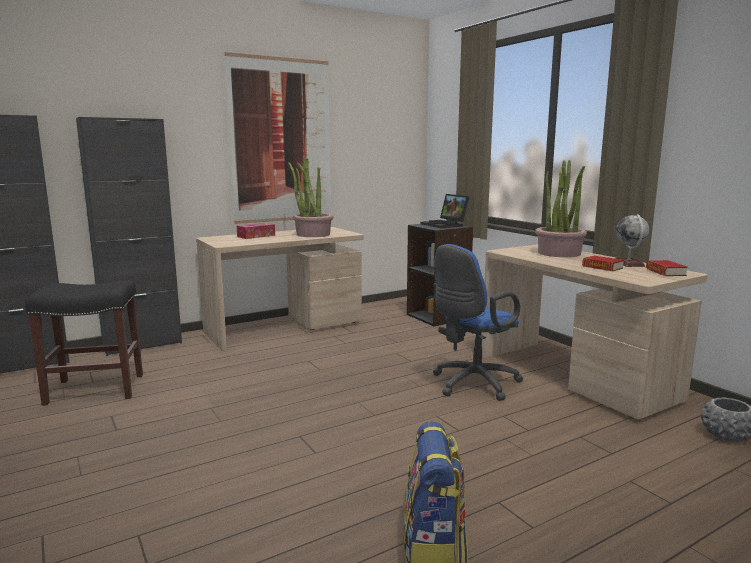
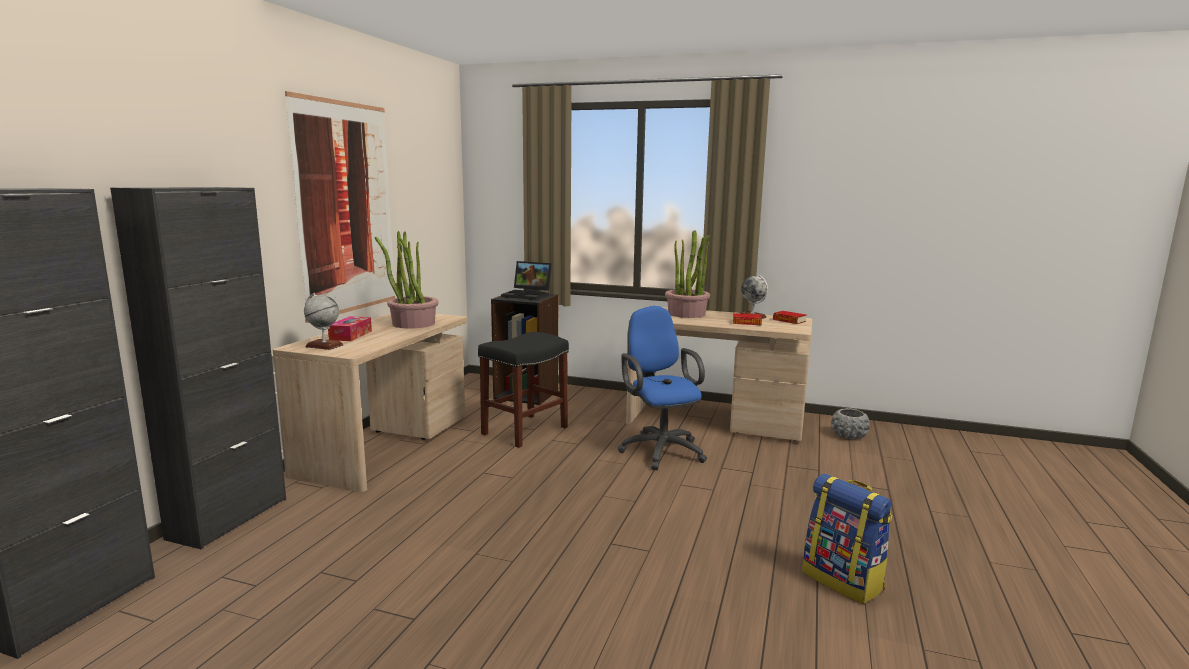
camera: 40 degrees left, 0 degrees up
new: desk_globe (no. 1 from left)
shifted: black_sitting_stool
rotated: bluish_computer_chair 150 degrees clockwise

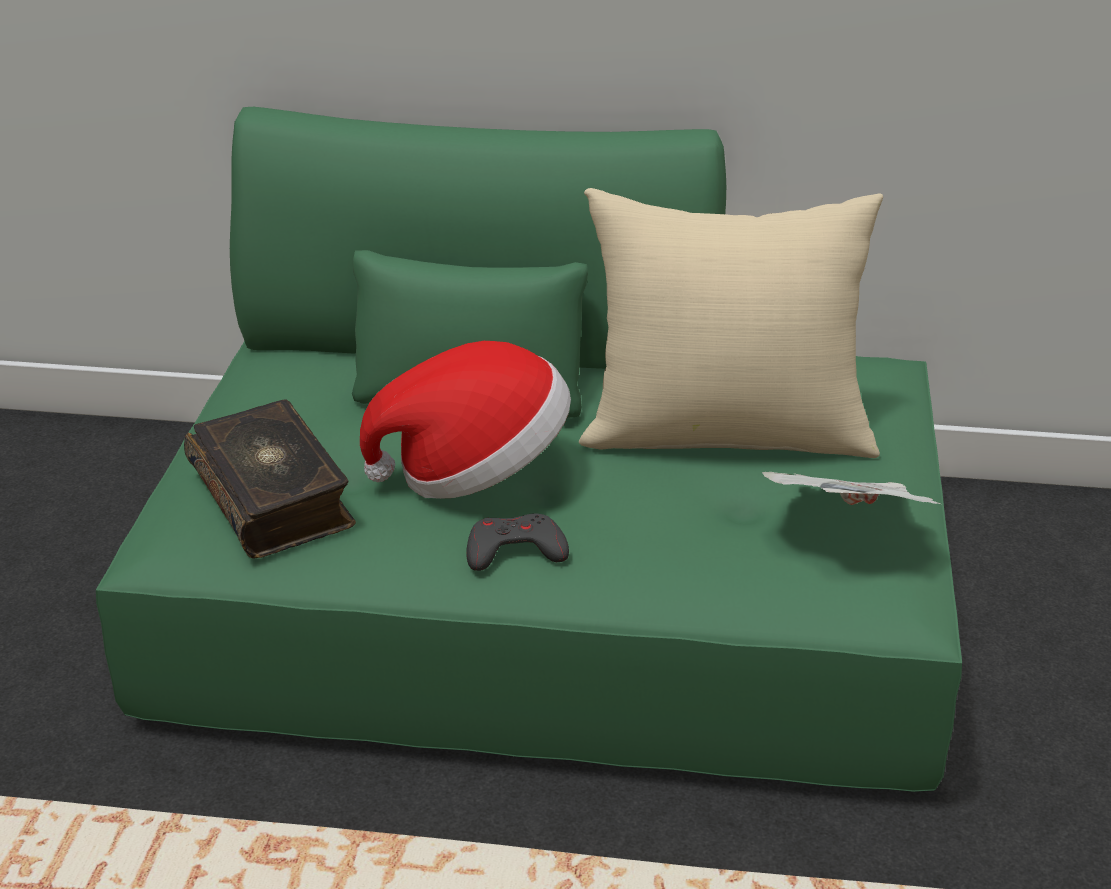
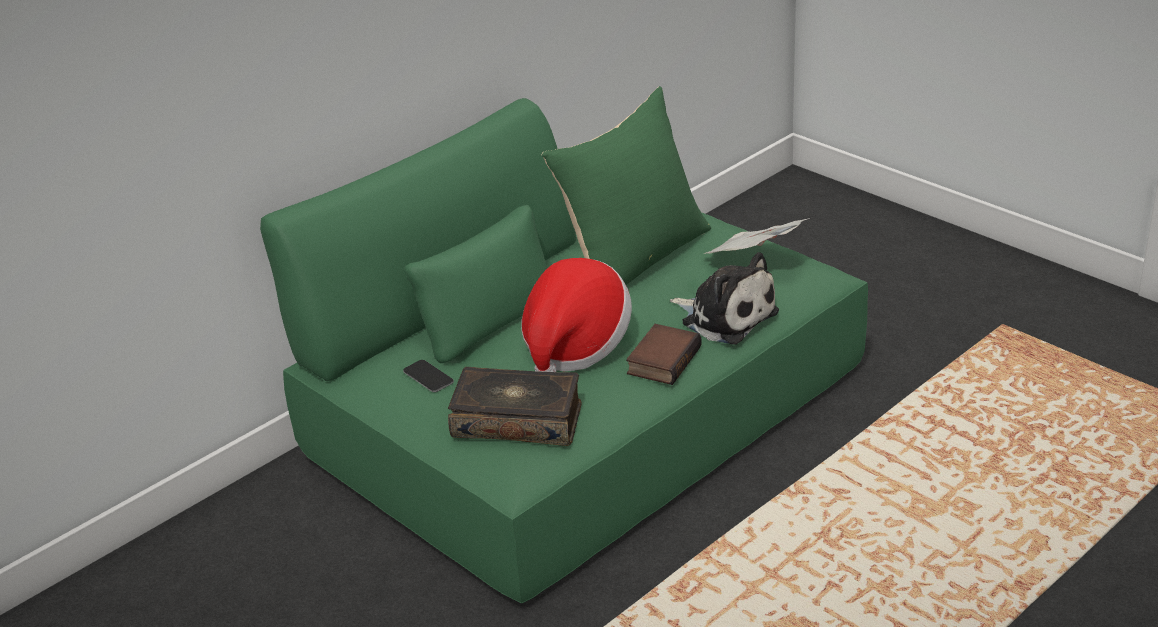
camera: 50 degrees left, 0 degrees up
new: phone; cuddly_toy
swapped: gray_gamepad to bound_book (no. 2 from left)
repainted: beige-coloured_cushion to green_cushion

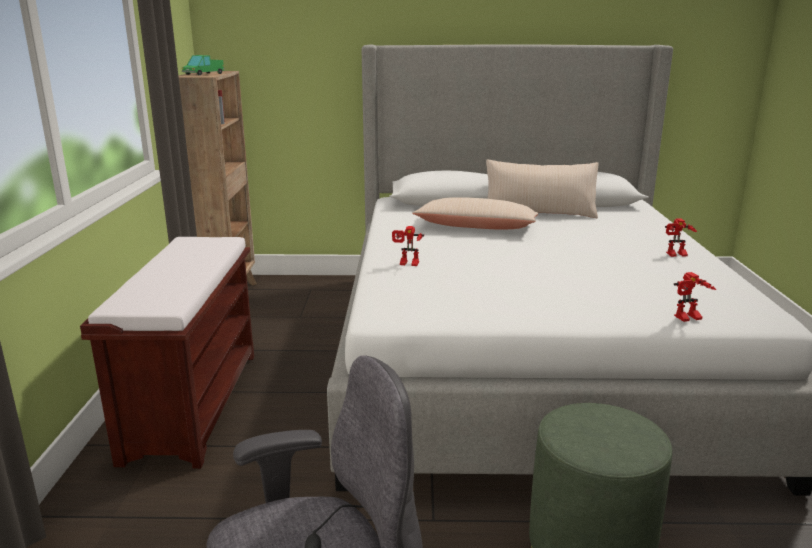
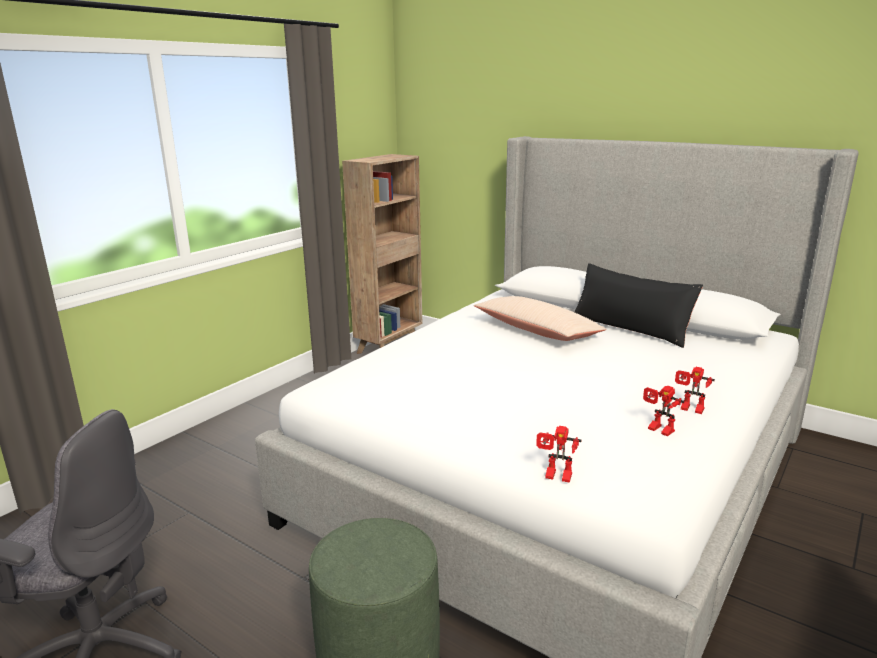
camera: 35 degrees right, 0 degrees up
gone: brown_long_seat; toy_truck
shifted: model_robot (no. 1 from left in the first image) to model_robot (no. 2 from left)
repainted: beige-coloured_cushion (no. 2 from left) to black_cushion

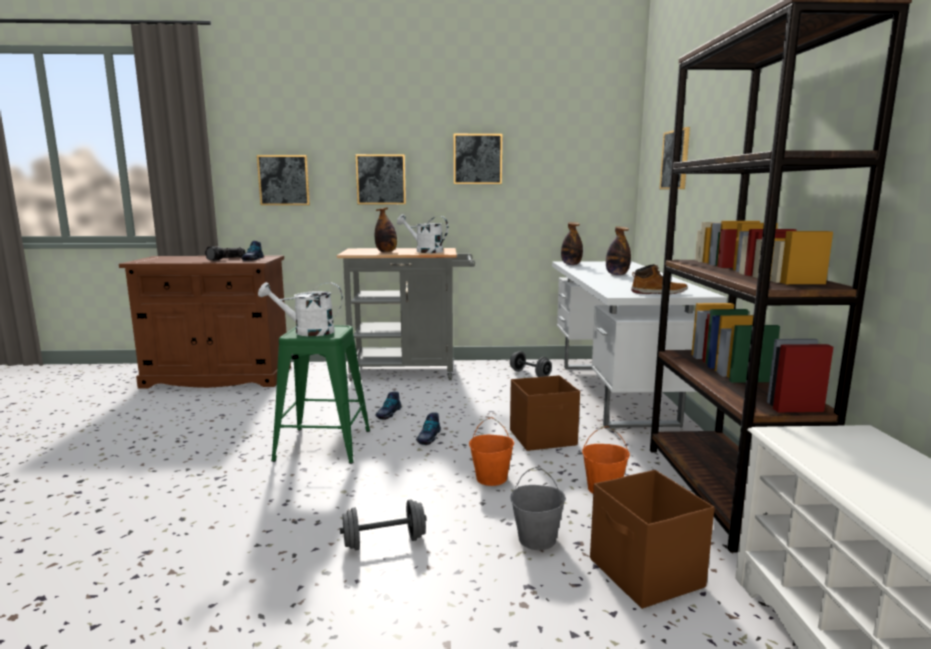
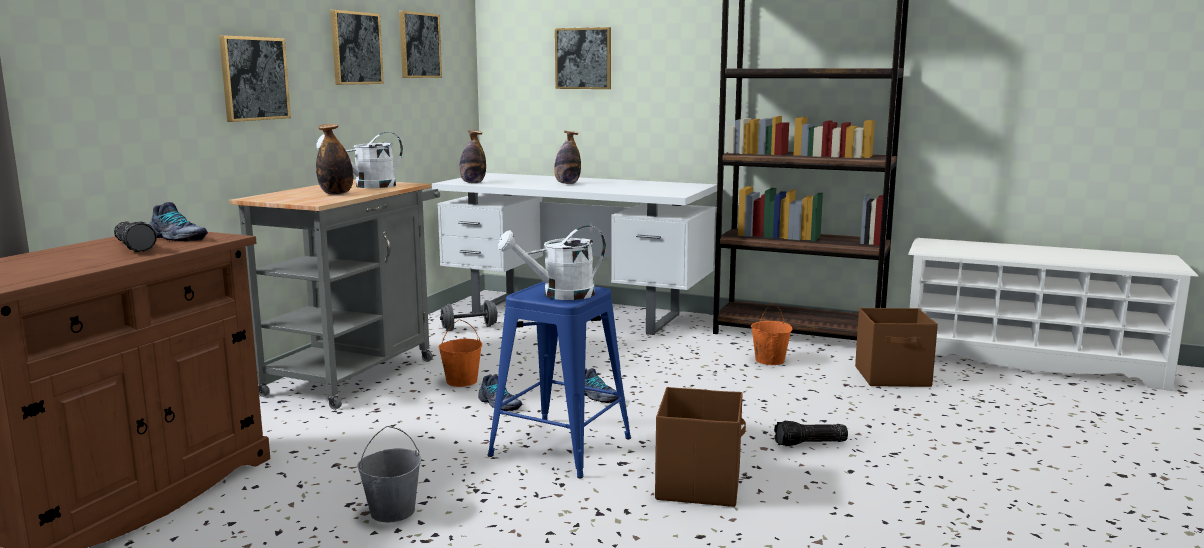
camera: 65 degrees left, 0 degrees up
gone: boot
shifted: picture (no. 1 from left in the first image) to picture (no. 3 from left); orange-coloured_pail (no. 1 from left); brown_storage_bin (no. 1 from left); gray_pail
swapped: gray_dumbbell (no. 1 from left) to torch (no. 2 from left)
repainted: green_sitting_stool to bluish_sitting_stool
rotated: whitish_watering_pot (no. 1 from left in the first image) 45 degrees clockwise

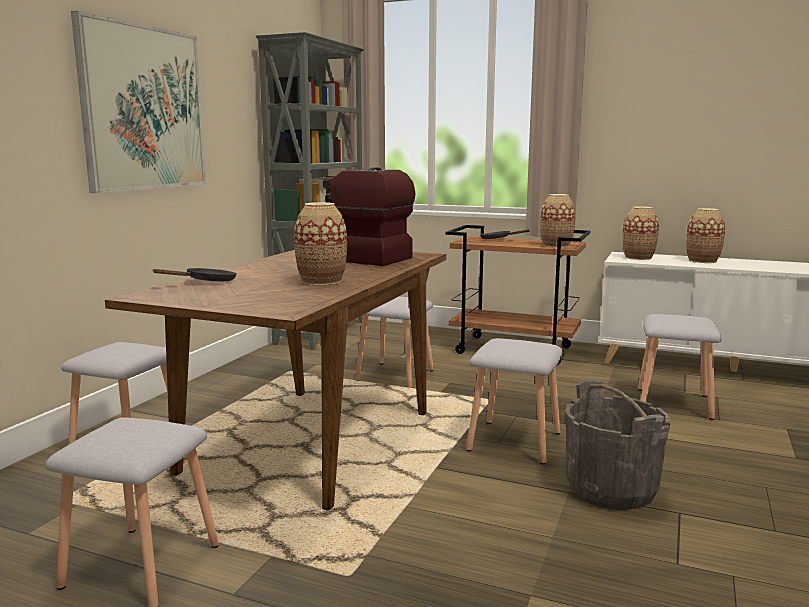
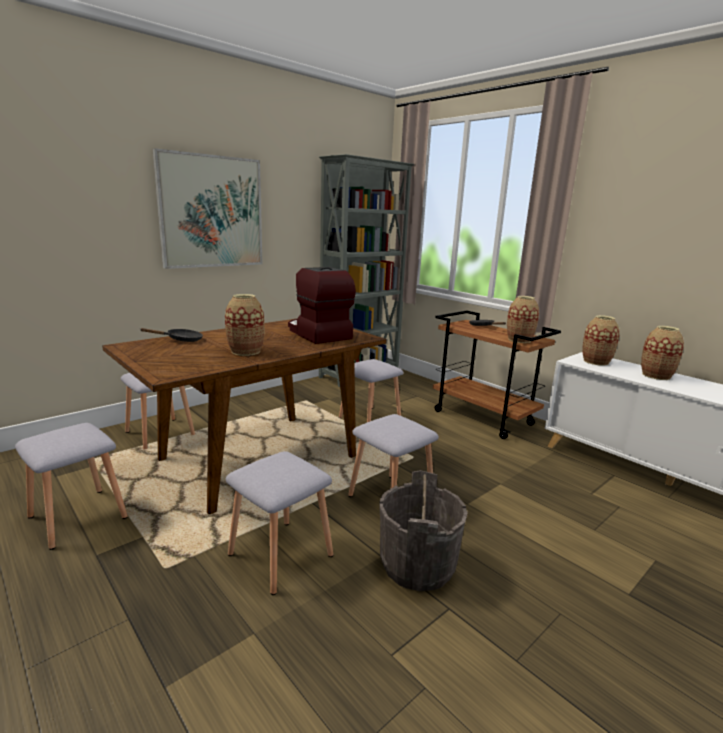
camera: 25 degrees right, 5 degrees up
shifted: gray_sitting_stool (no. 5 from left in the first image) to gray_sitting_stool (no. 3 from left)

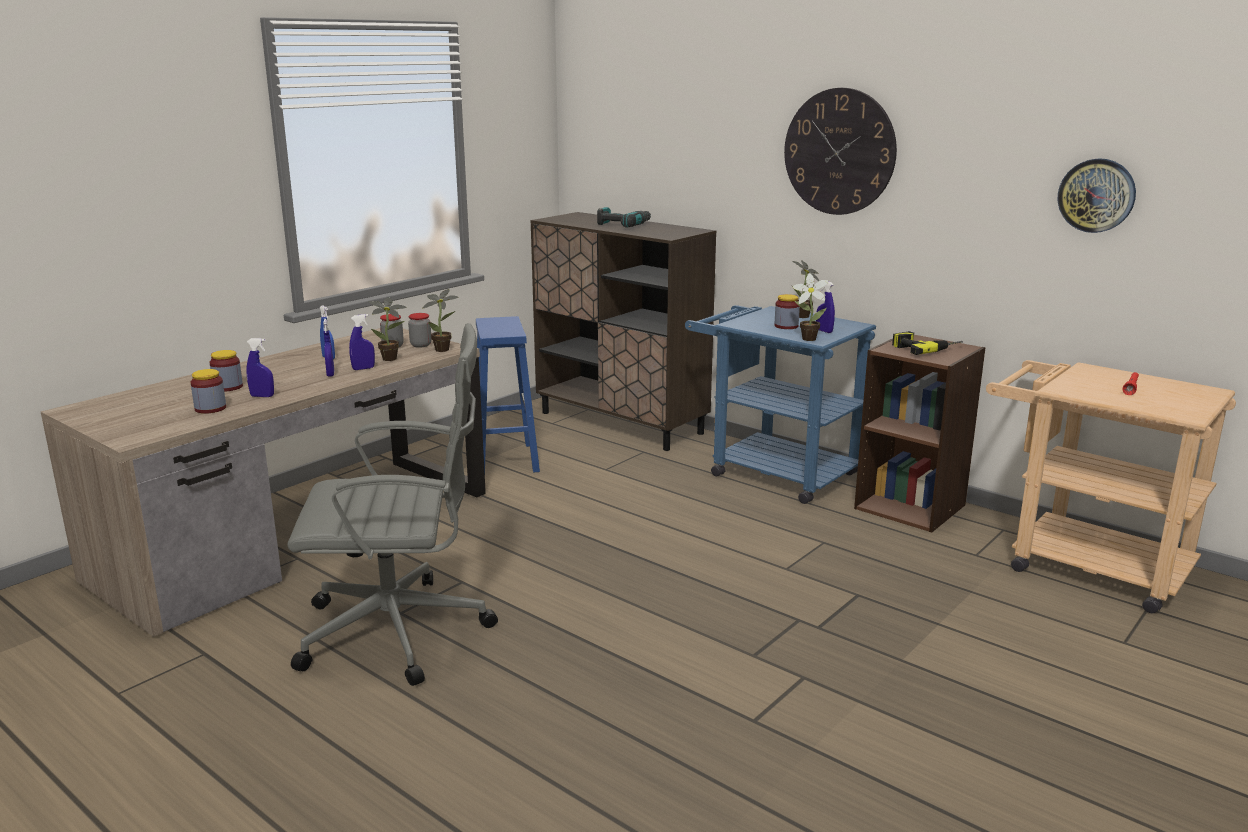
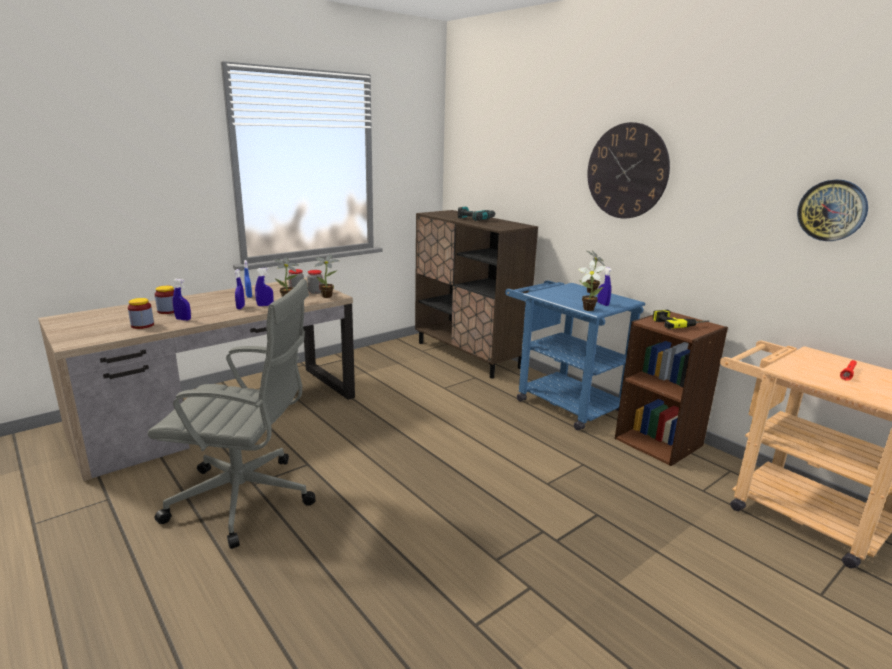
camera: 10 degrees right, 0 degrees up
gone: bluish_sitting_stool; jar (no. 5 from left)

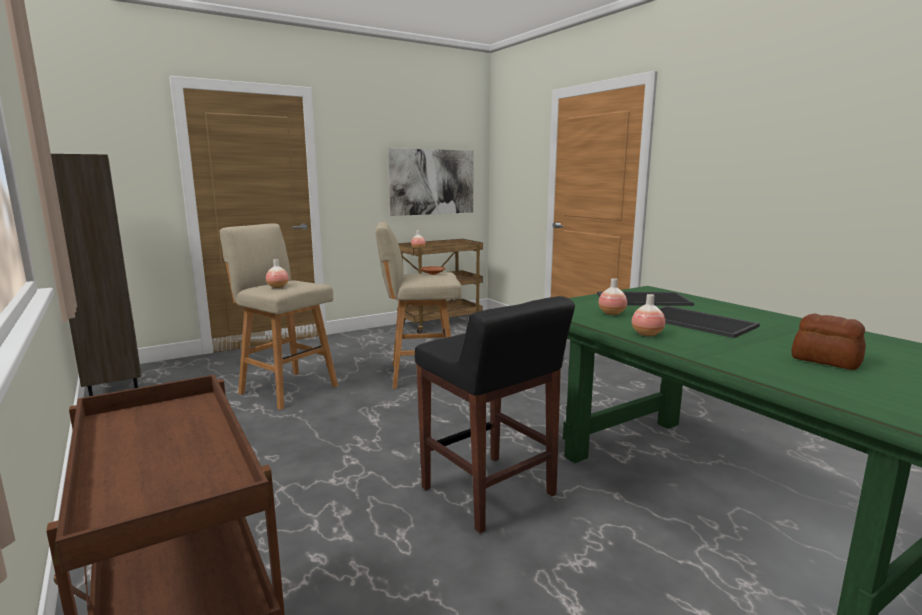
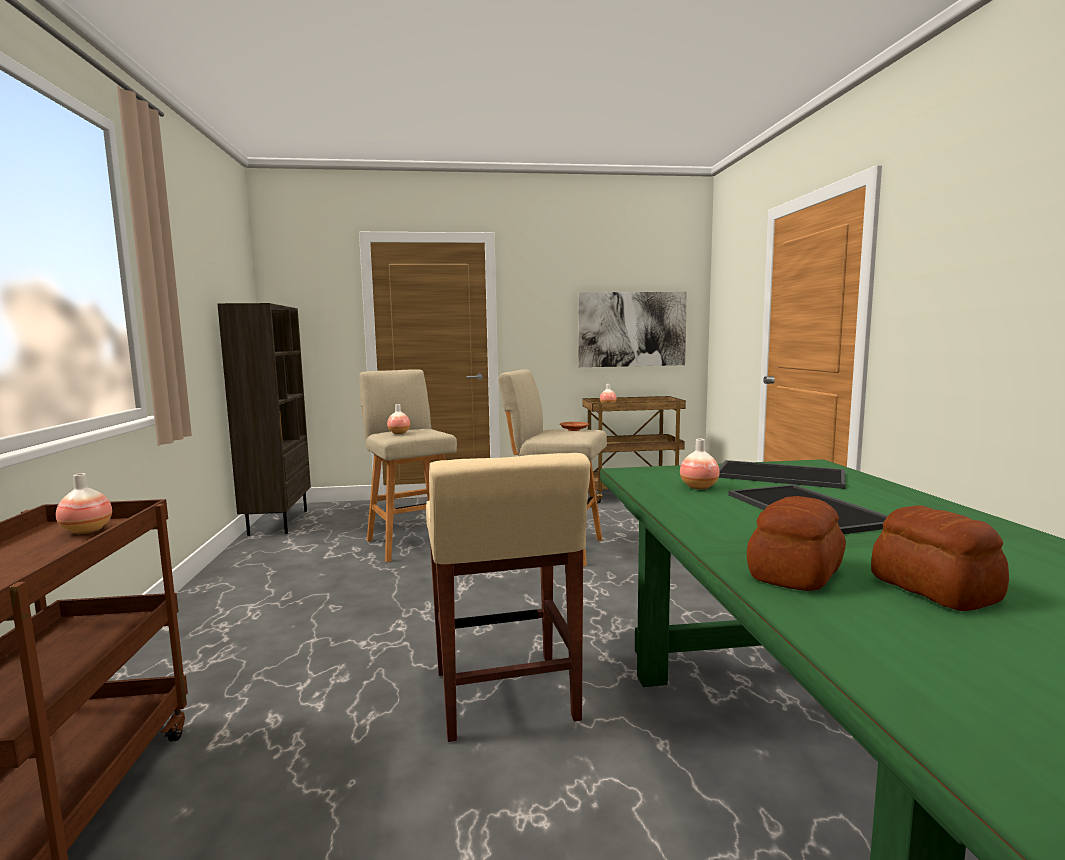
camera: 25 degrees right, 5 degrees down
new: baked_bread (no. 1 from left)
shifted: decorative_vase (no. 4 from left in the first image) to decorative_vase (no. 1 from left)
repainted: black_sitting_stool to beige-coloured_sitting_stool (no. 2 from left)

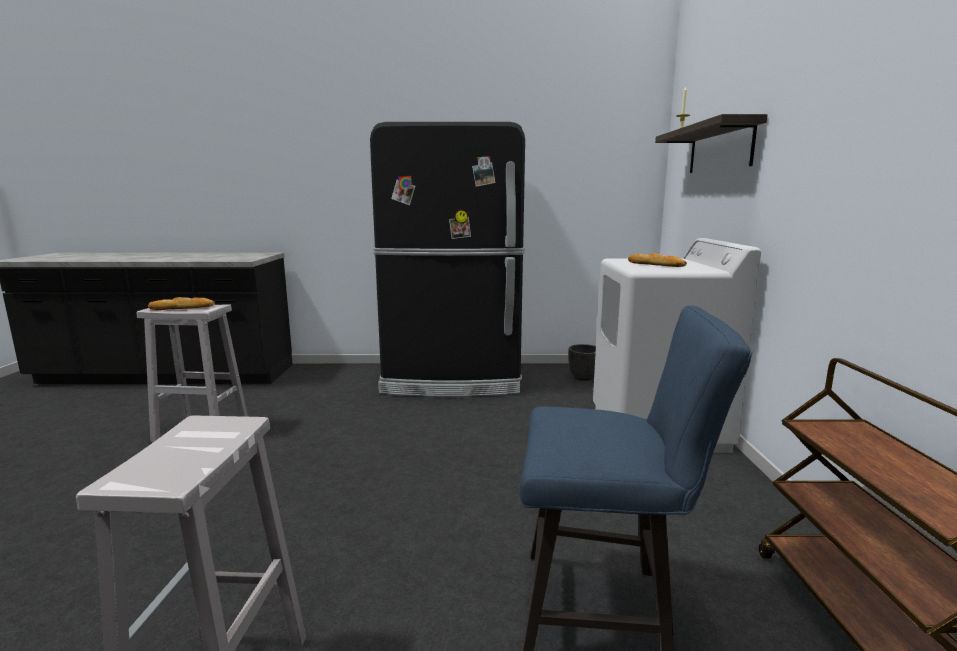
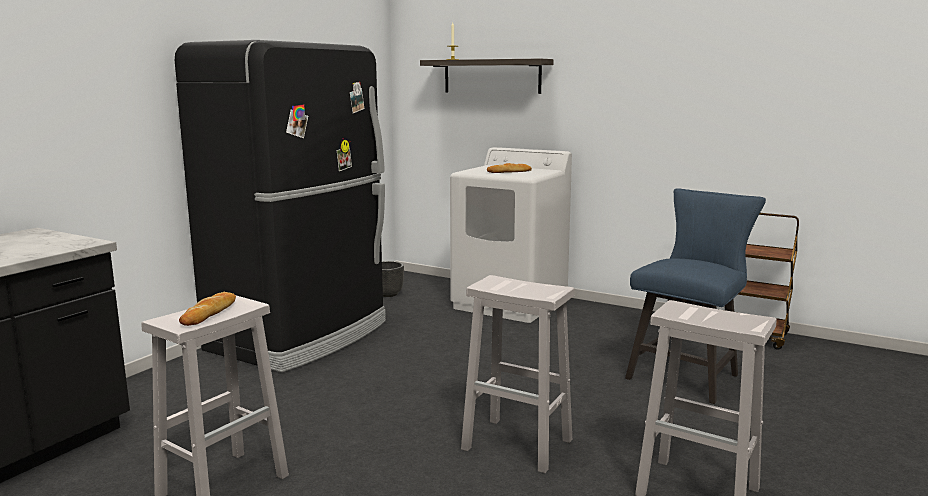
camera: 60 degrees left, 0 degrees up
new: whitish_sitting_stool (no. 2 from left)

